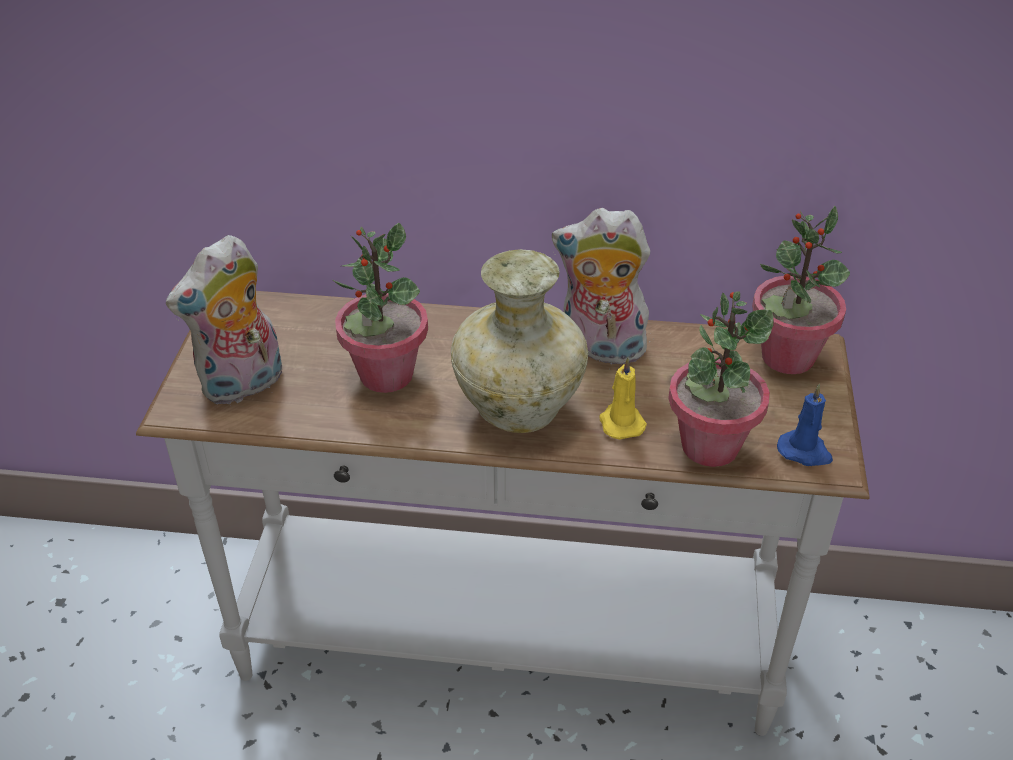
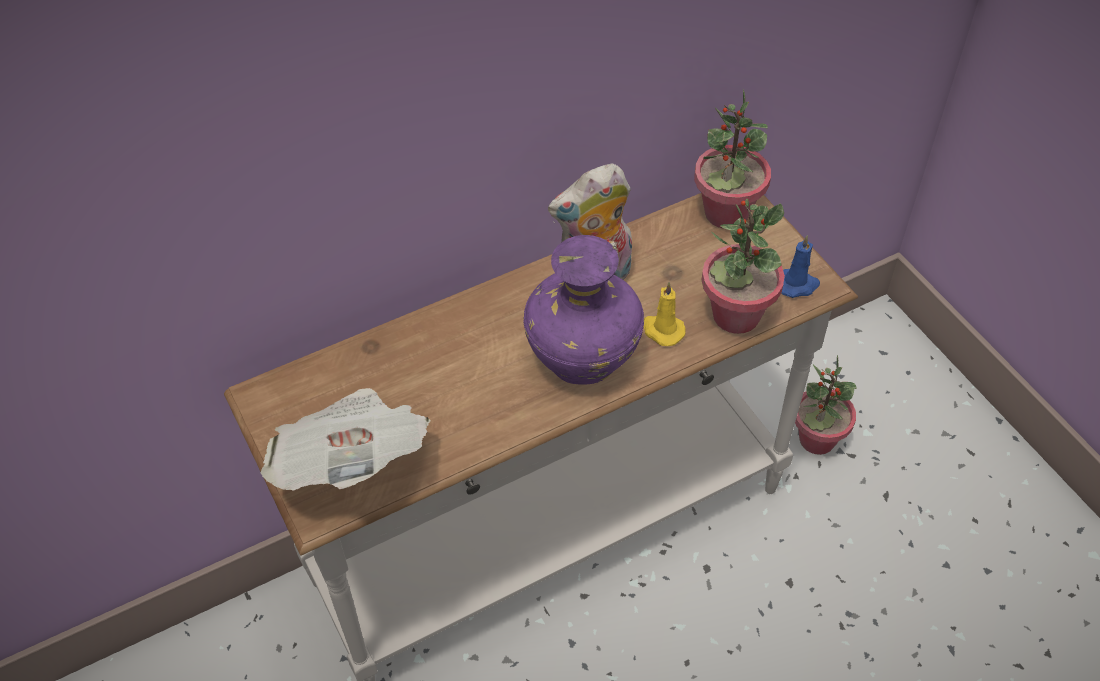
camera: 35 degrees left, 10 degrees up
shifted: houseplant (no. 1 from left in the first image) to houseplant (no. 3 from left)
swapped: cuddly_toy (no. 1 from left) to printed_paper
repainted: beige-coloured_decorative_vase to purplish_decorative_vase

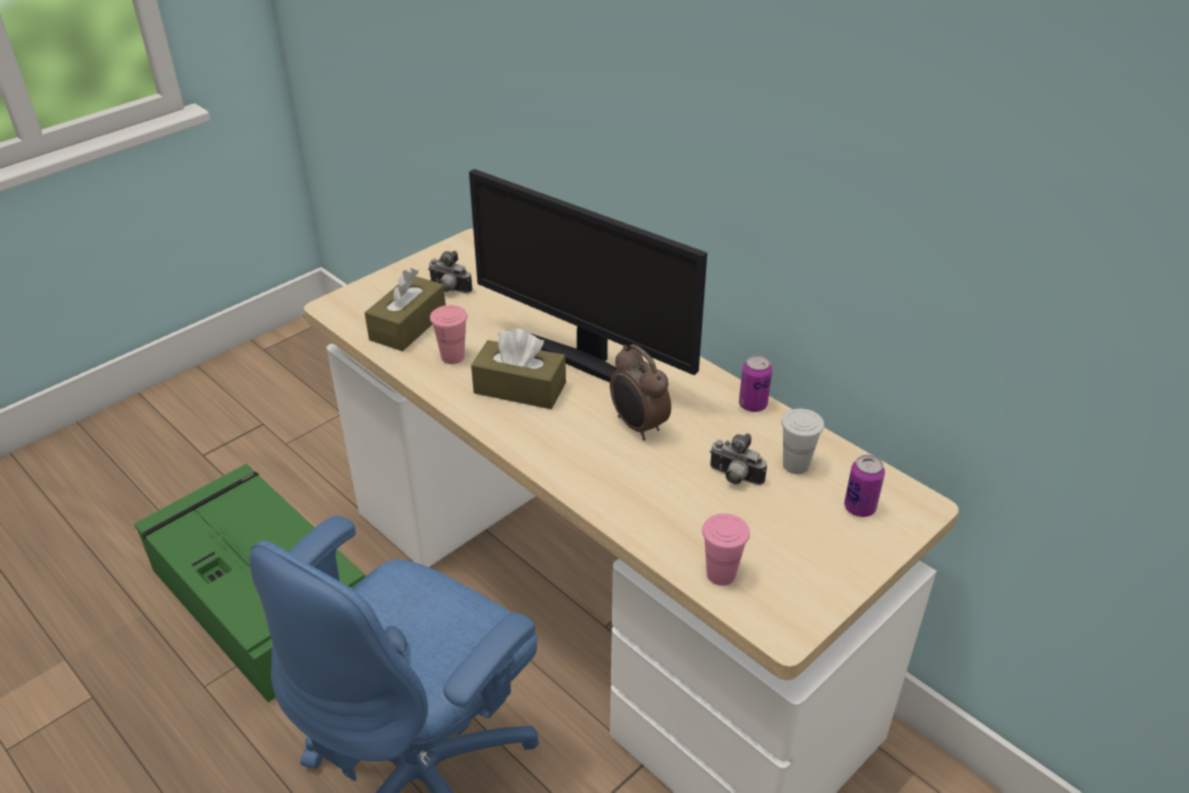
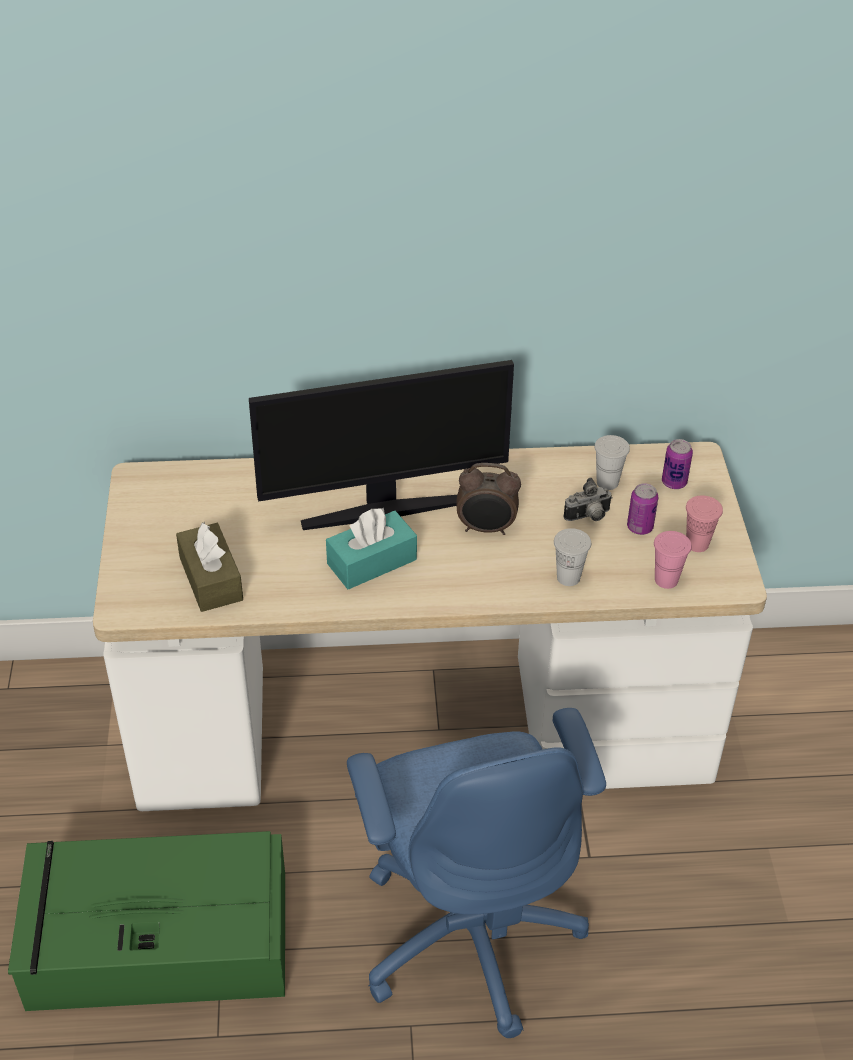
camera: 50 degrees left, 5 degrees up
gone: still_camera (no. 1 from left)
new: whitish_cup (no. 1 from left)
shifted: pink_cup (no. 1 from left in the first image) to pink_cup (no. 2 from left); metal_can (no. 1 from left)
repainted: brown_box_of_tissues (no. 2 from left) to blue-green_box_of_tissues

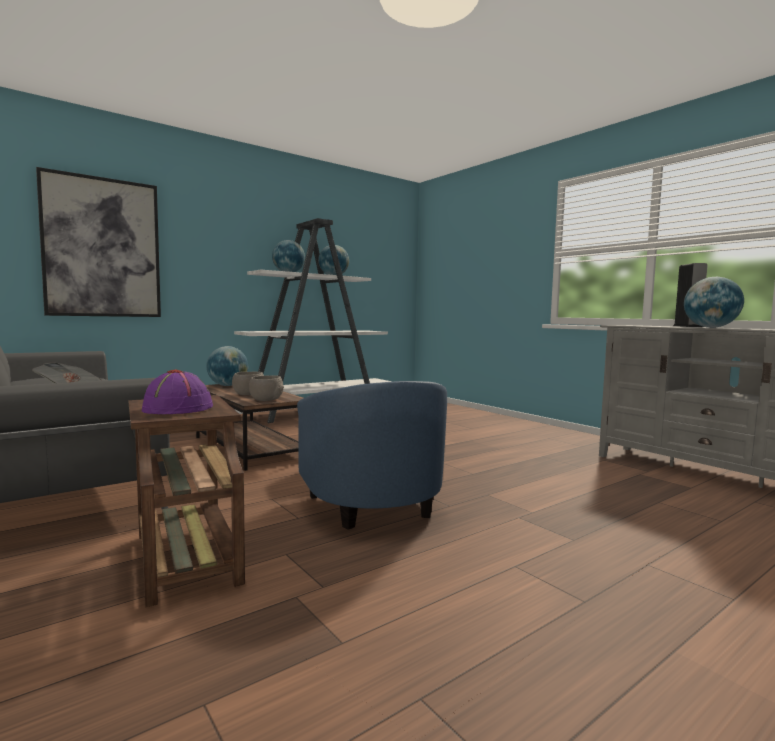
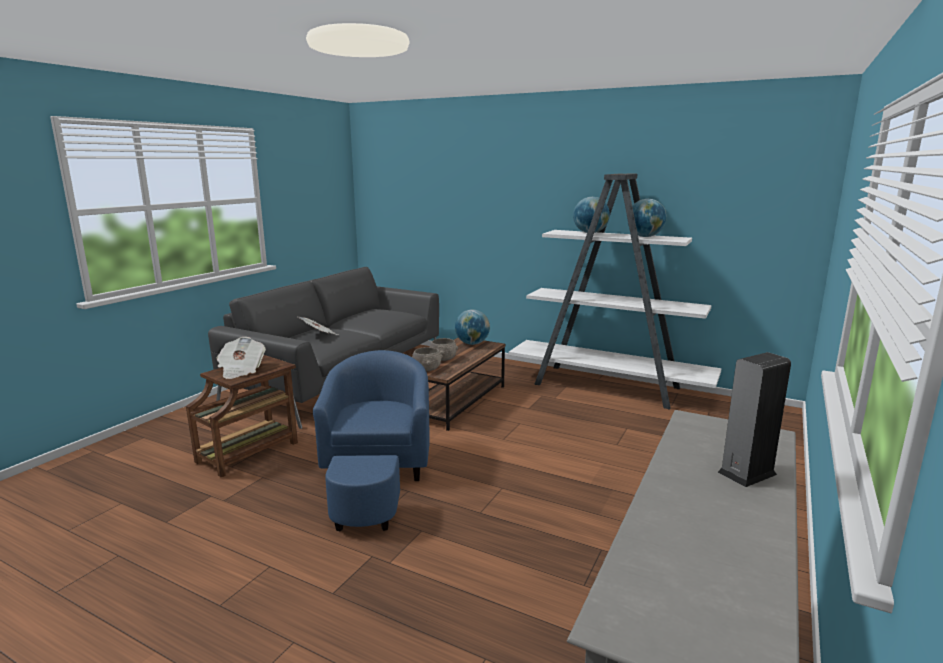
camera: 65 degrees right, 10 degrees up
gone: picture; desk_globe (no. 4 from left)
swapped: purplish_clothing_hat to printed_paper (no. 1 from left)
rotated: bluish_armchair 135 degrees clockwise

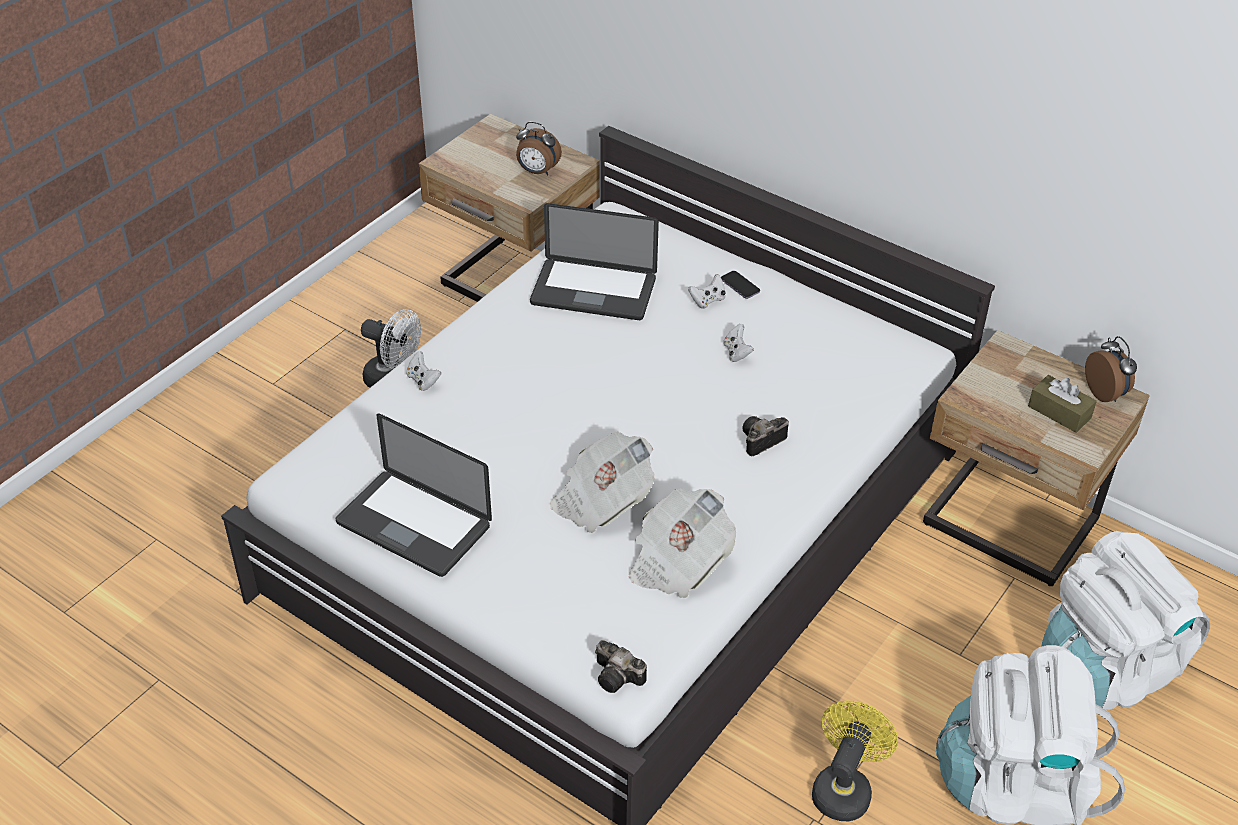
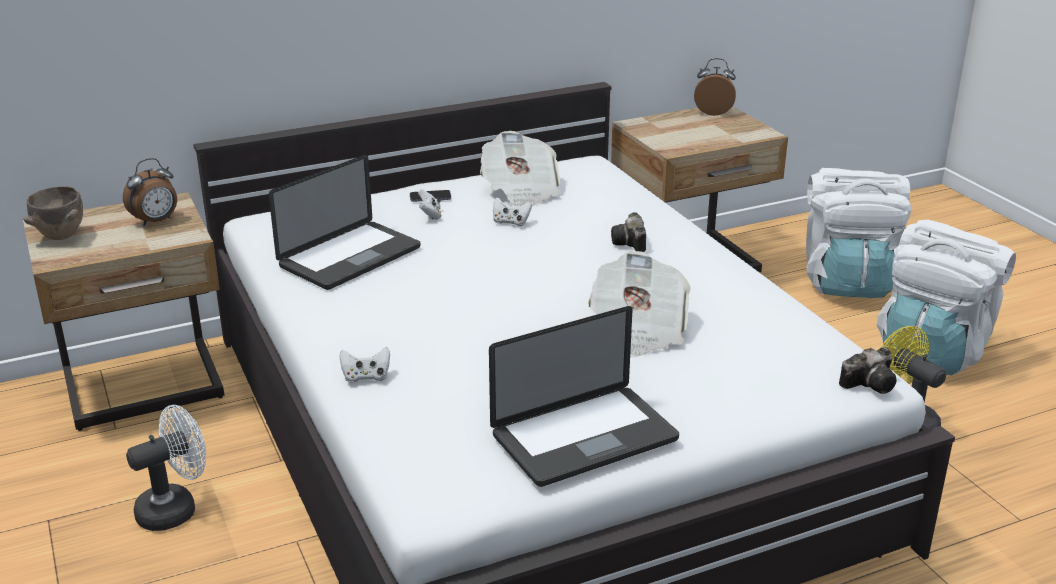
camera: 60 degrees left, 15 degrees down
gone: brown_box_of_tissues
new: brown_serving_bowl
shifted: printed_paper (no. 2 from left in the first image) to printed_paper (no. 1 from left)

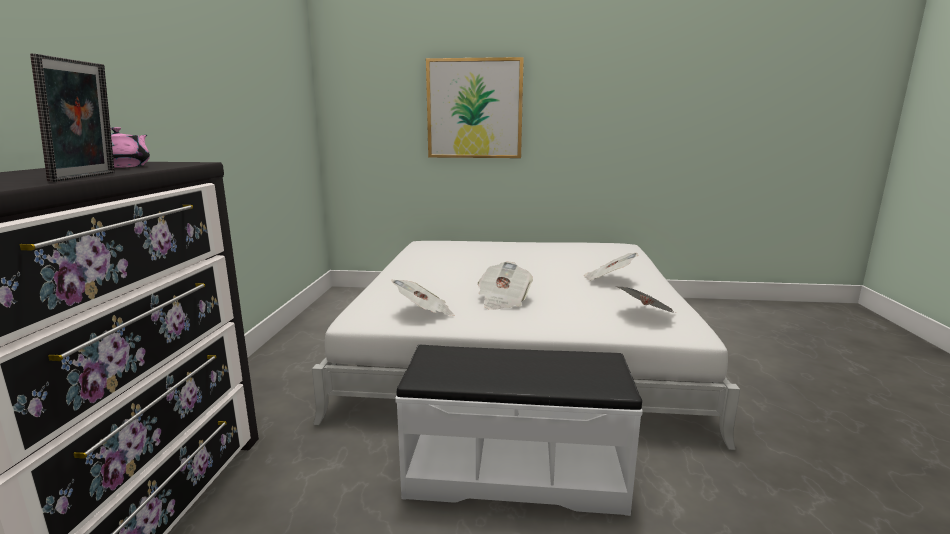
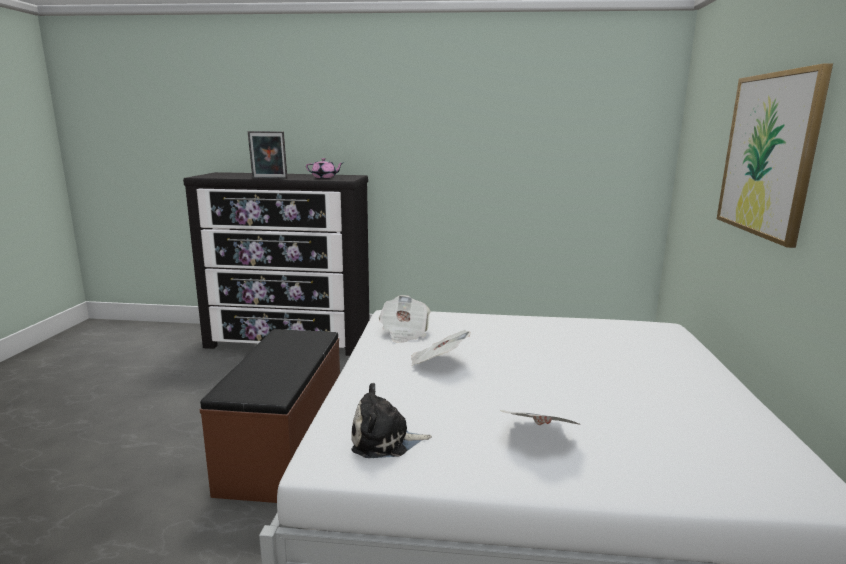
camera: 90 degrees right, 0 degrees up
swapped: printed_paper (no. 4 from left) to cuddly_toy
repainted: whitish_long_seat to brown_long_seat

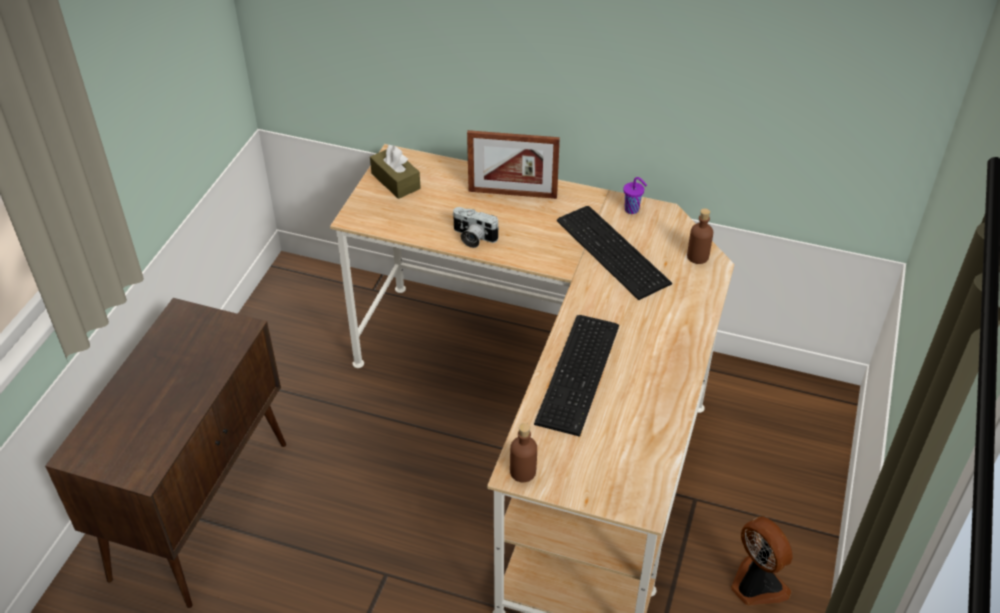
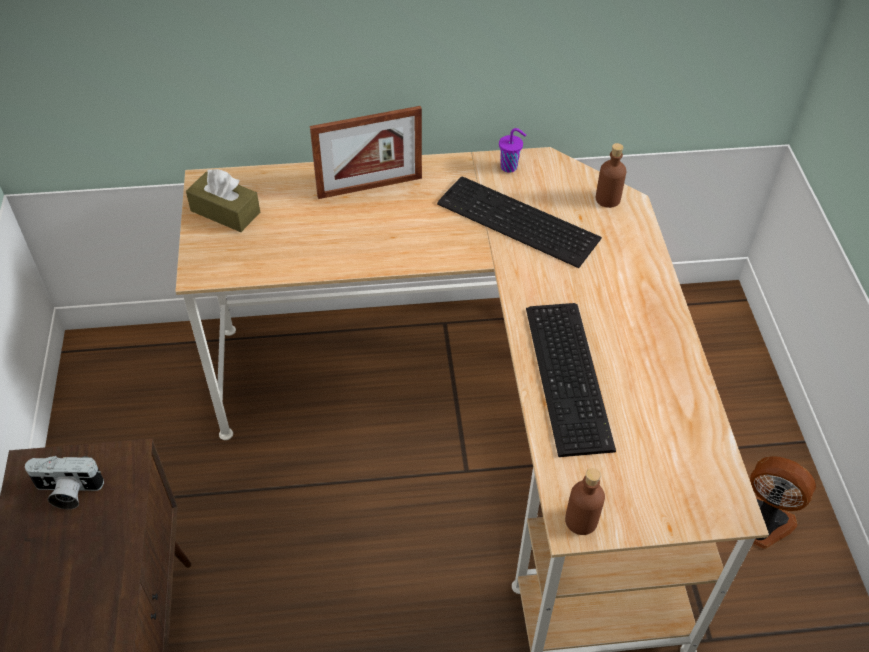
camera: 25 degrees left, 5 degrees up
shifted: still_camera

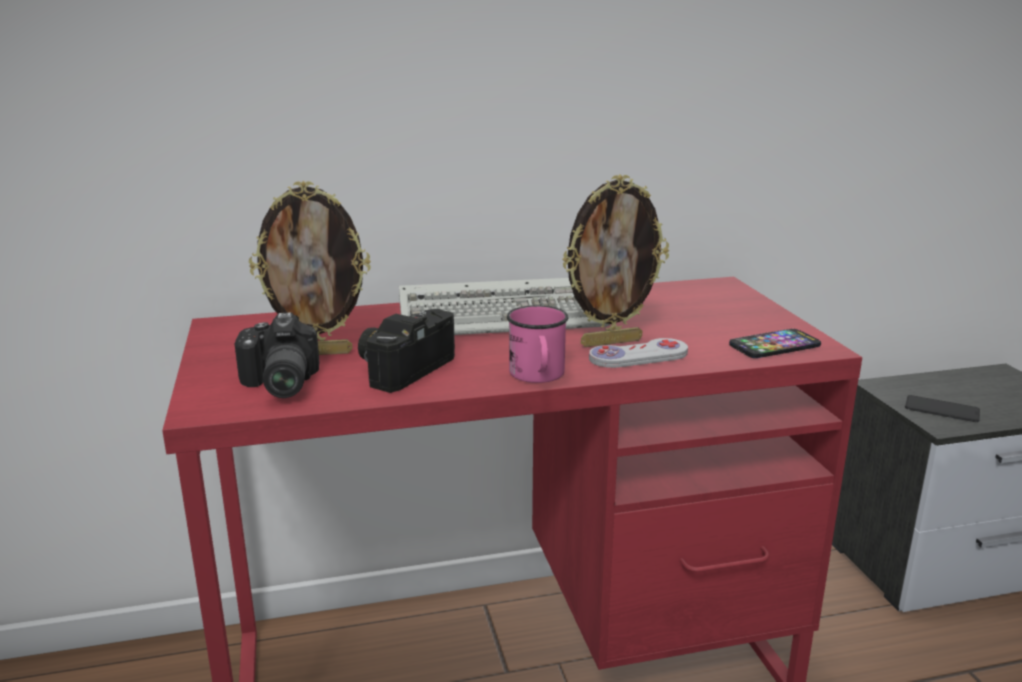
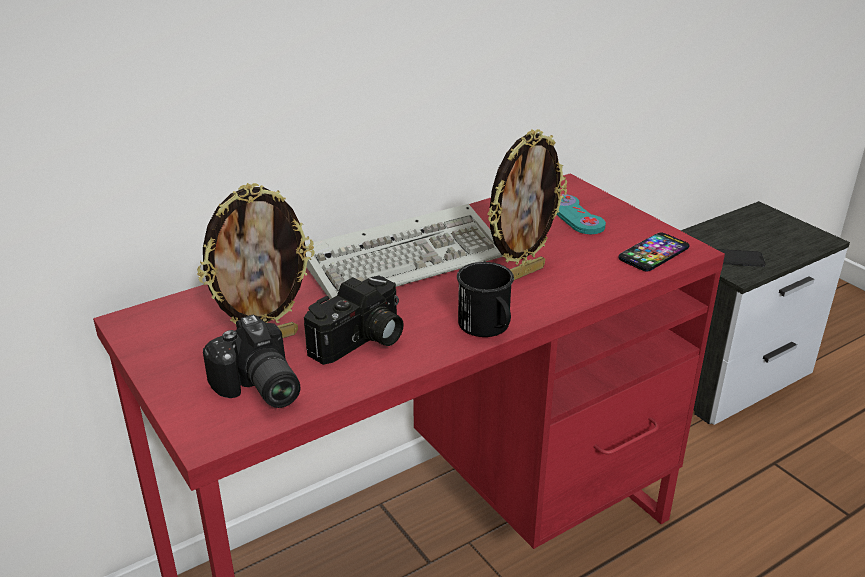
camera: 20 degrees left, 10 degrees up
gone: whitish_gamepad
new: blue-green_gamepad
repainted: pink_mug to black_mug
rotated: still_camera (no. 2 from left) 150 degrees counterclockwise

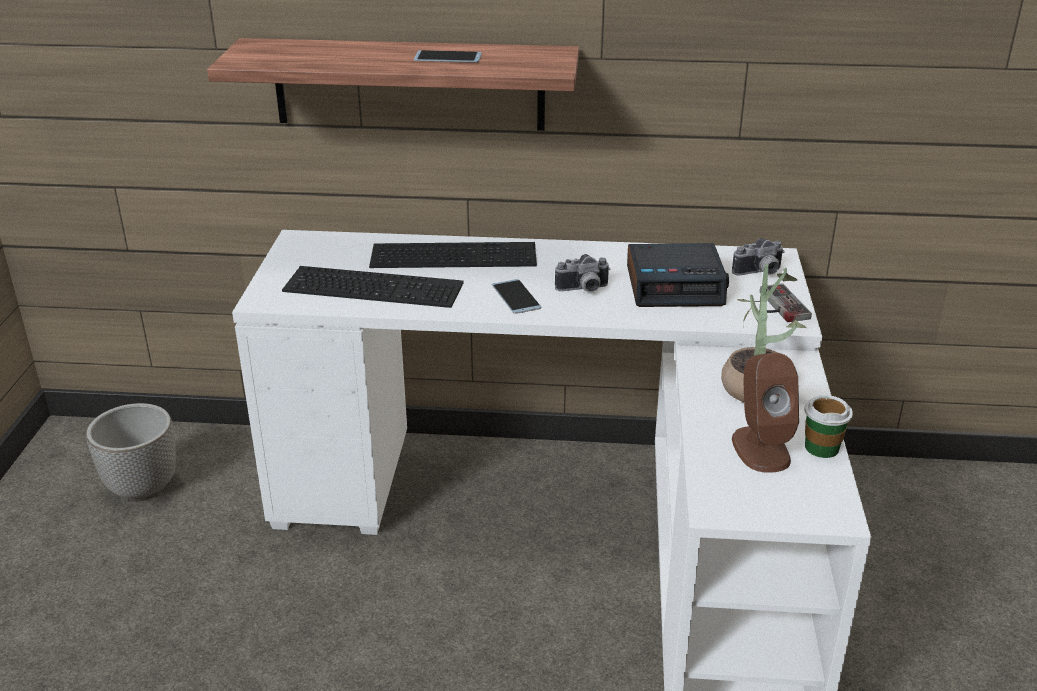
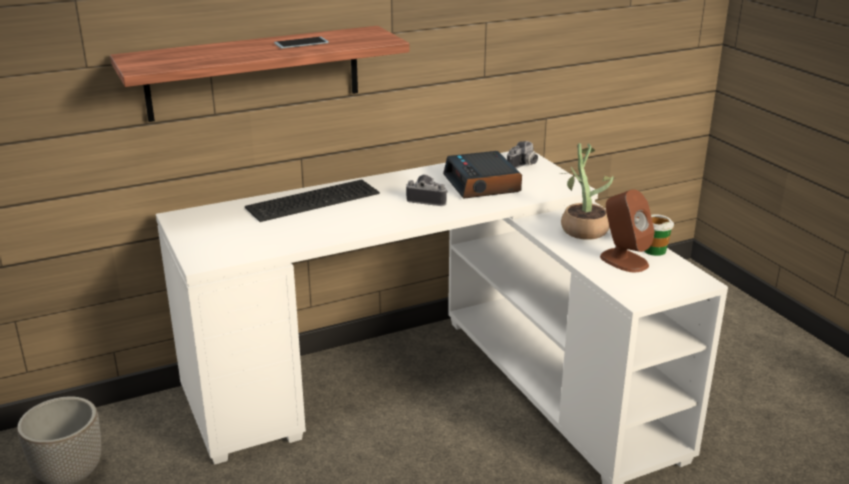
camera: 30 degrees left, 5 degrees down
gone: PC_keyboard (no. 1 from left); phone (no. 2 from left); gamepad
rotated: still_camera (no. 1 from left) 120 degrees counterclockwise; table_clock 105 degrees clockwise

